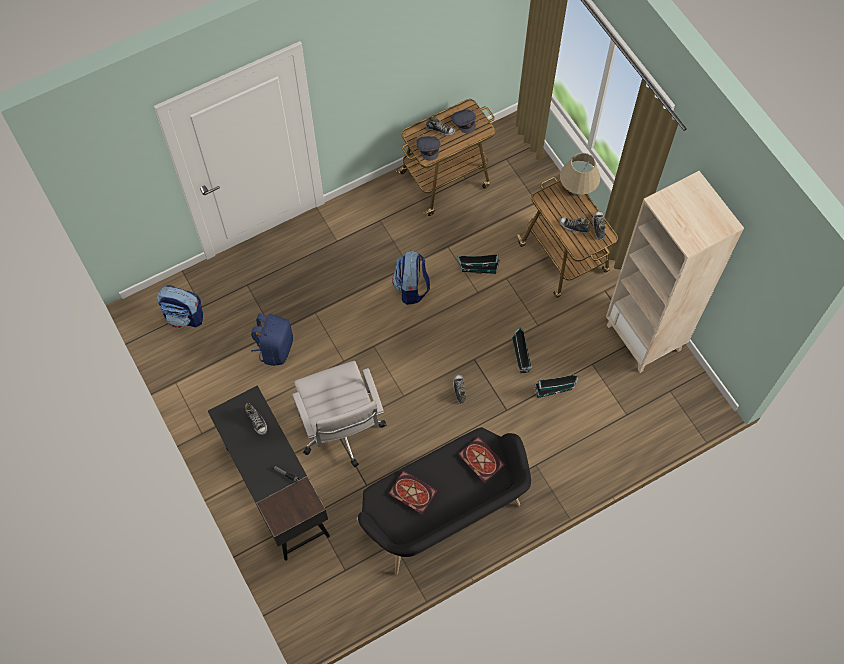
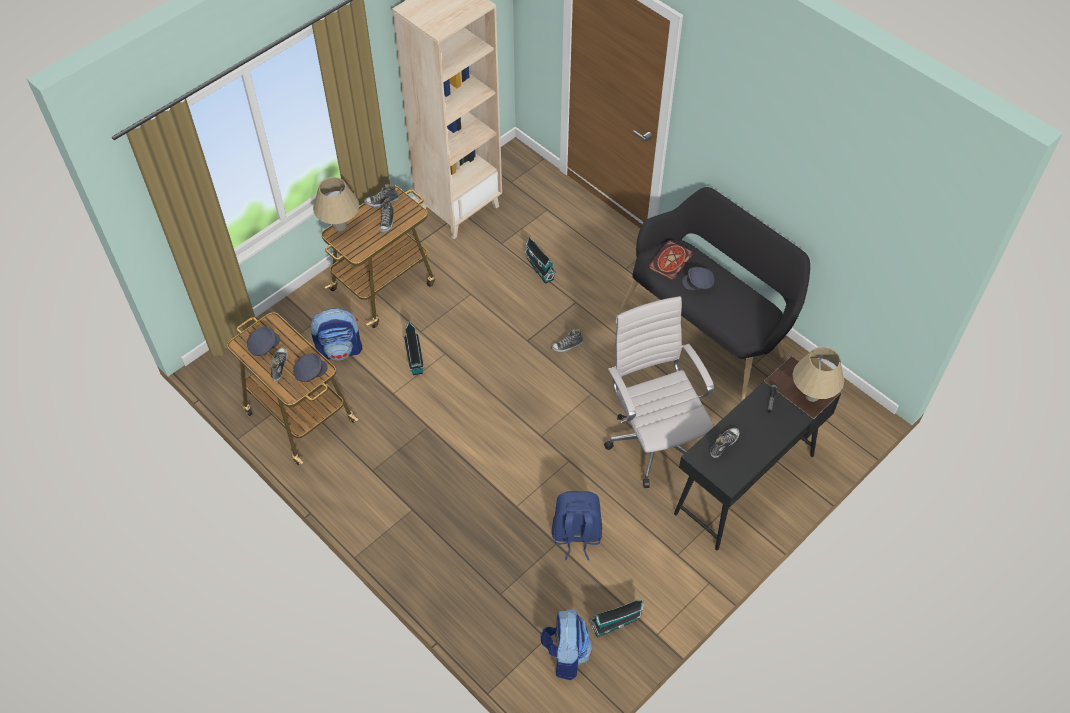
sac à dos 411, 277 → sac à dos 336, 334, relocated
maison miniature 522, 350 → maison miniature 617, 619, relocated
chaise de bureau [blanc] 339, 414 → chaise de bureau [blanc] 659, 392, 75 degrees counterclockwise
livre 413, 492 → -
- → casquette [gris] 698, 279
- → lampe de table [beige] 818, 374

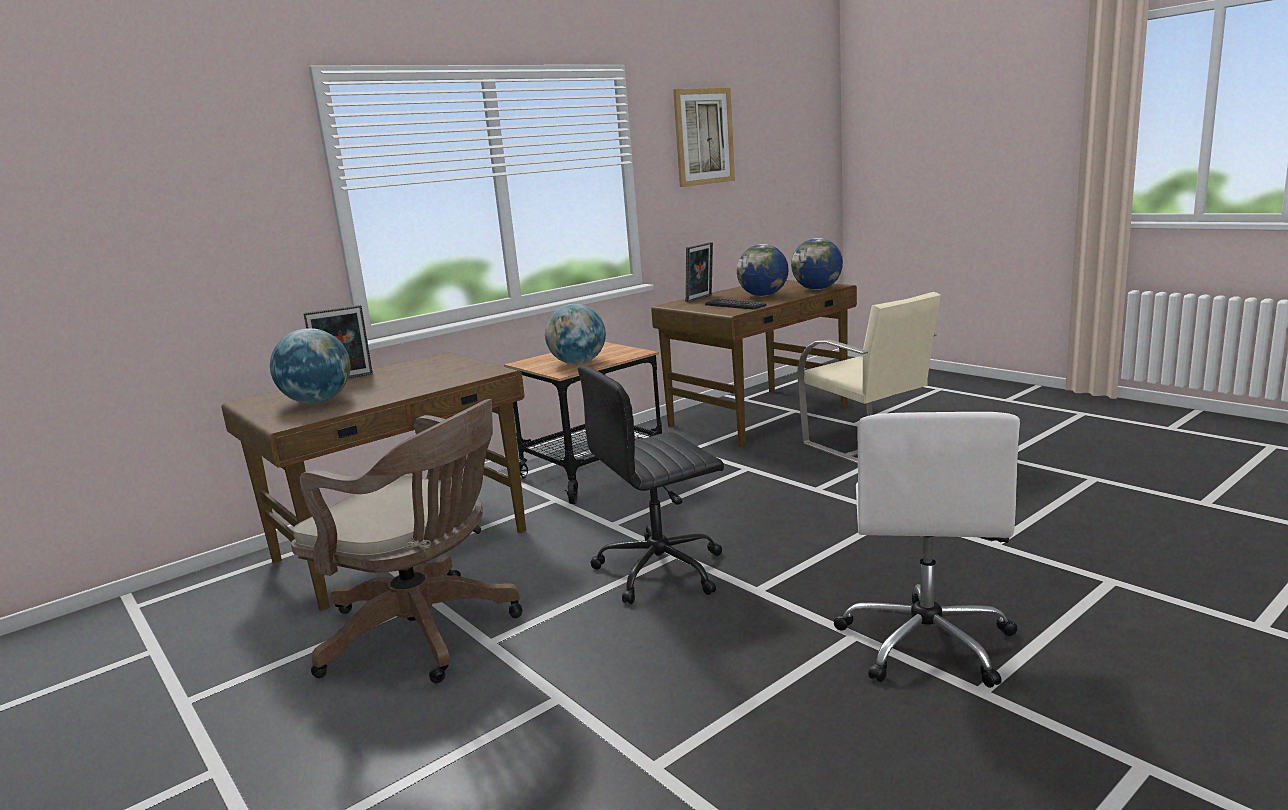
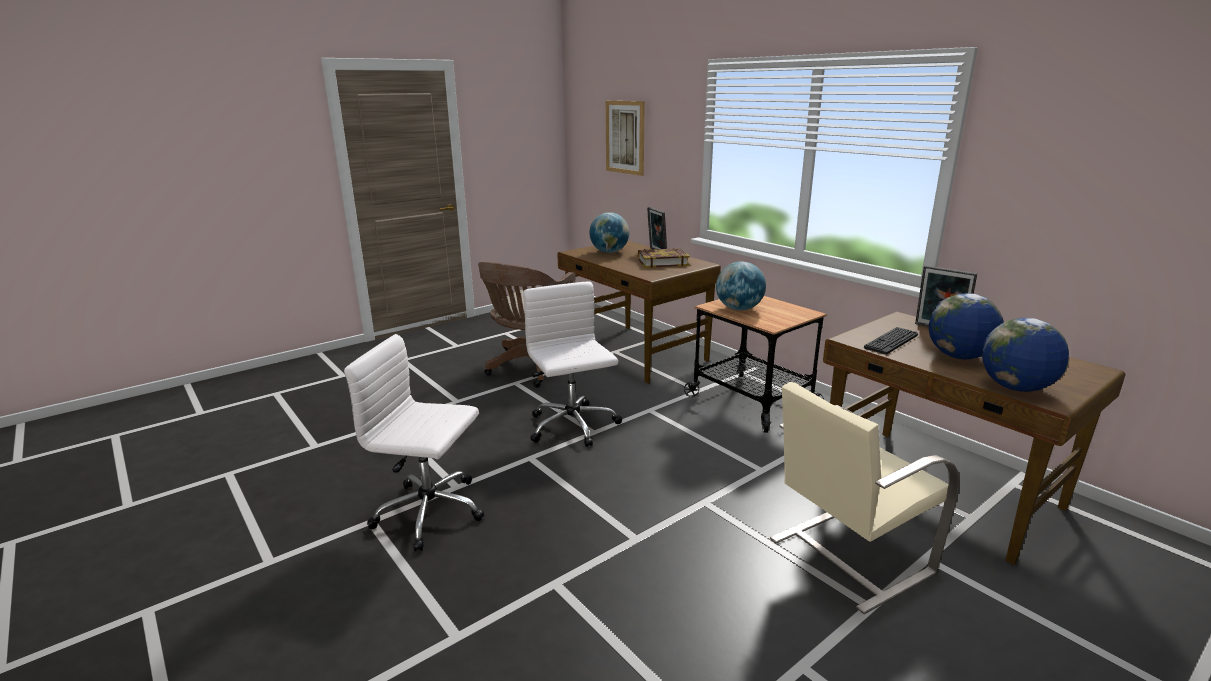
tableau 704, 137 → tableau 625, 138, relocated
chaise de bureau [noir] 651, 485 → chaise de bureau [blanc] 572, 364
- → livre 664, 258

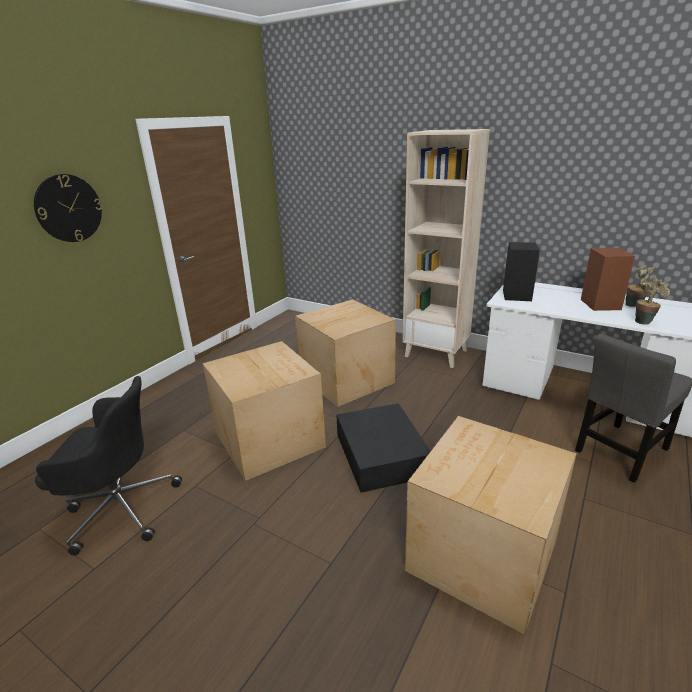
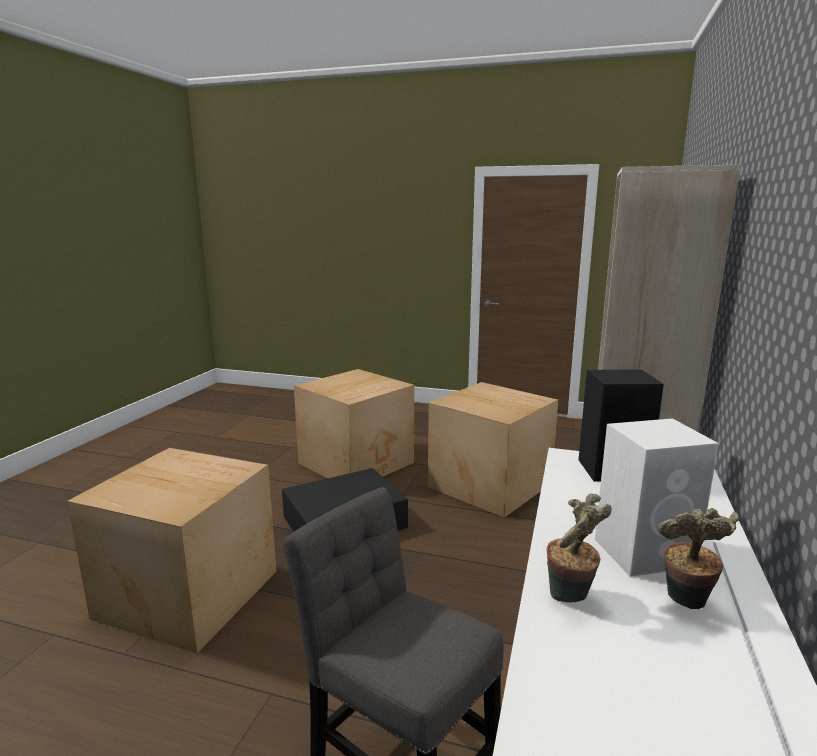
horloge murale 68, 208 → -
enceinte [marron] 608, 279 → enceinte [blanc] 657, 497
chaise de bureau [noir] 108, 466 → -

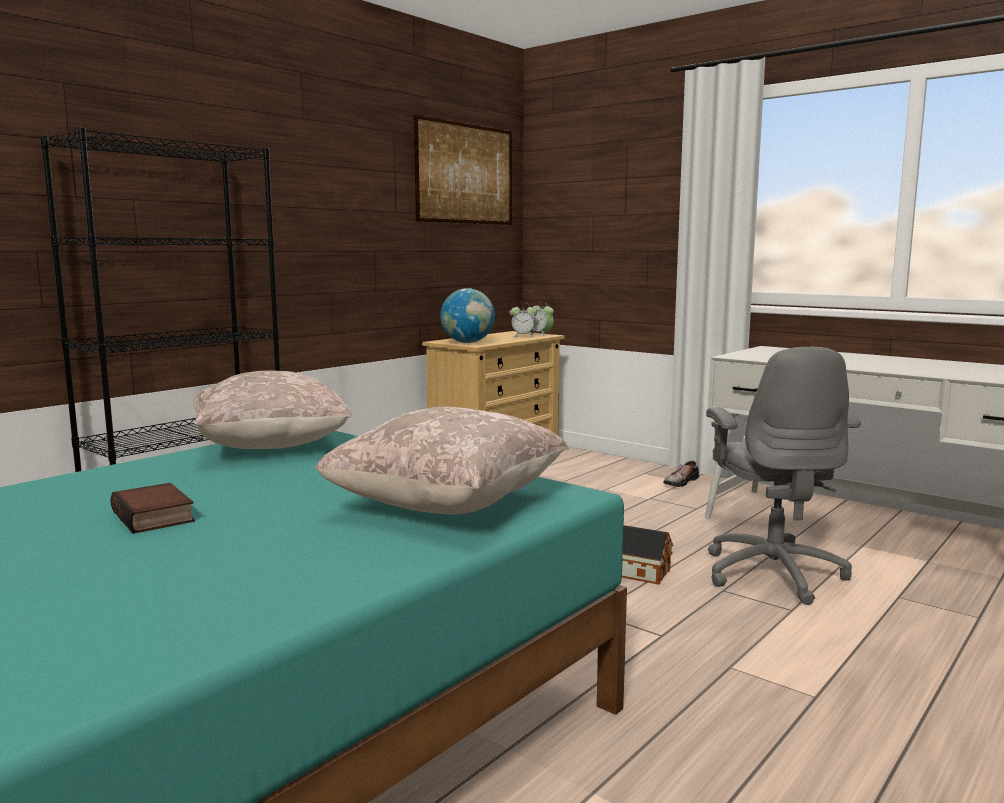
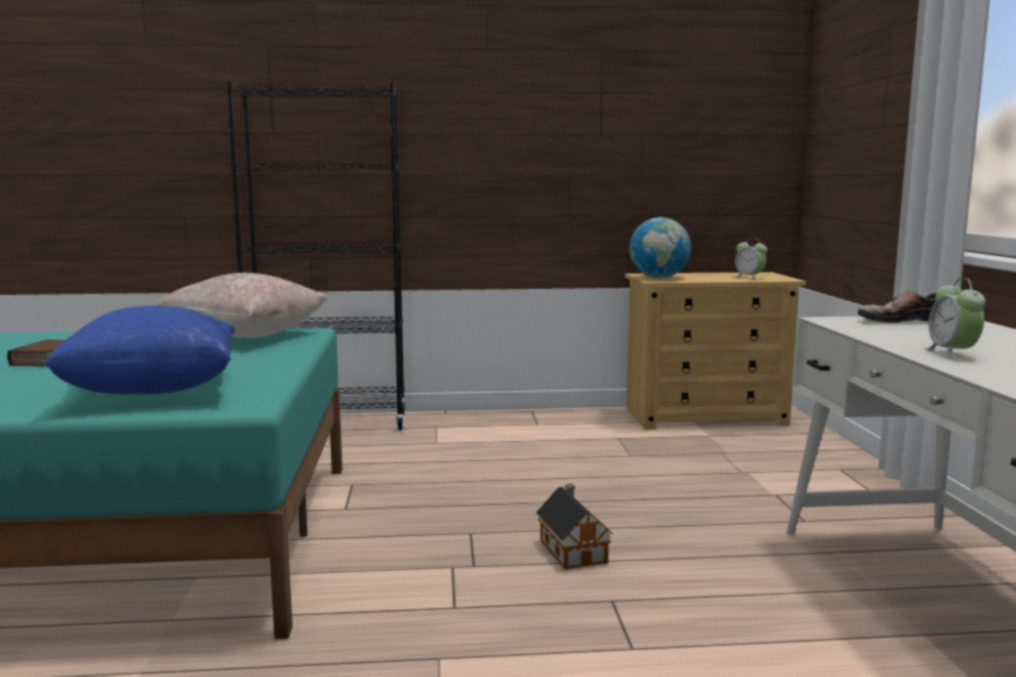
tableau 463, 170 → -
réveil 542, 319 → réveil 955, 318, relocated
chaise de bureau [gris] 783, 476 → -
coussin [beige] 442, 460 → coussin [bleu] 139, 350
chaussure 681, 474 → chaussure 897, 307, relocated

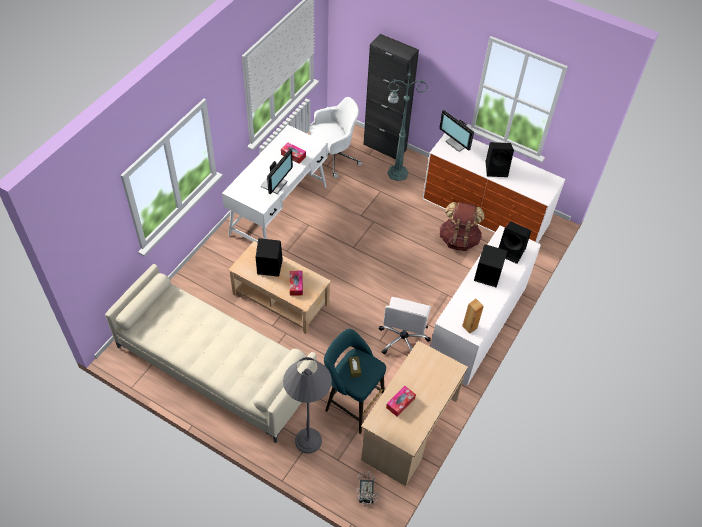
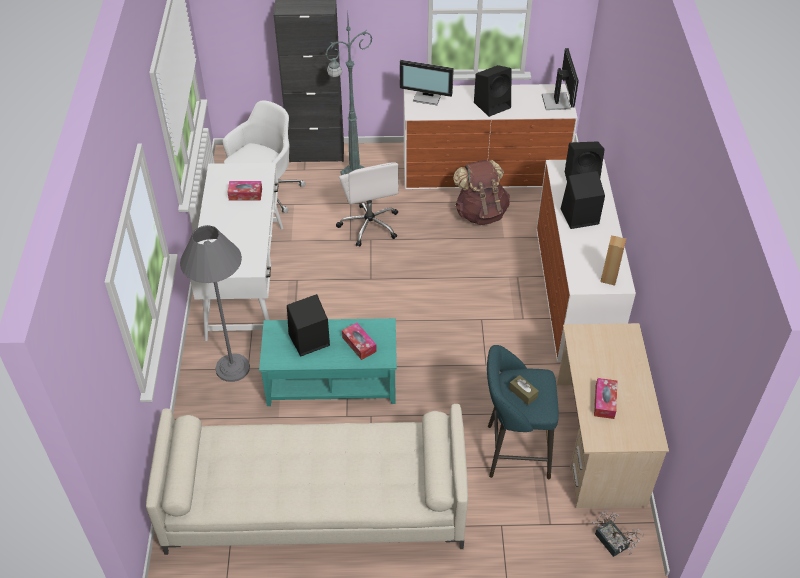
écran d'ordinateur 277, 171 → écran d'ordinateur 560, 79, relocated
table basse [beige] 279, 287 → table basse [turquoise] 328, 362
chaise de bureau [blanc] 405, 325 → chaise de bureau [blanc] 367, 205, relocated
lampadaire [gris] 307, 405 → lampadaire [gris] 215, 303, relocated

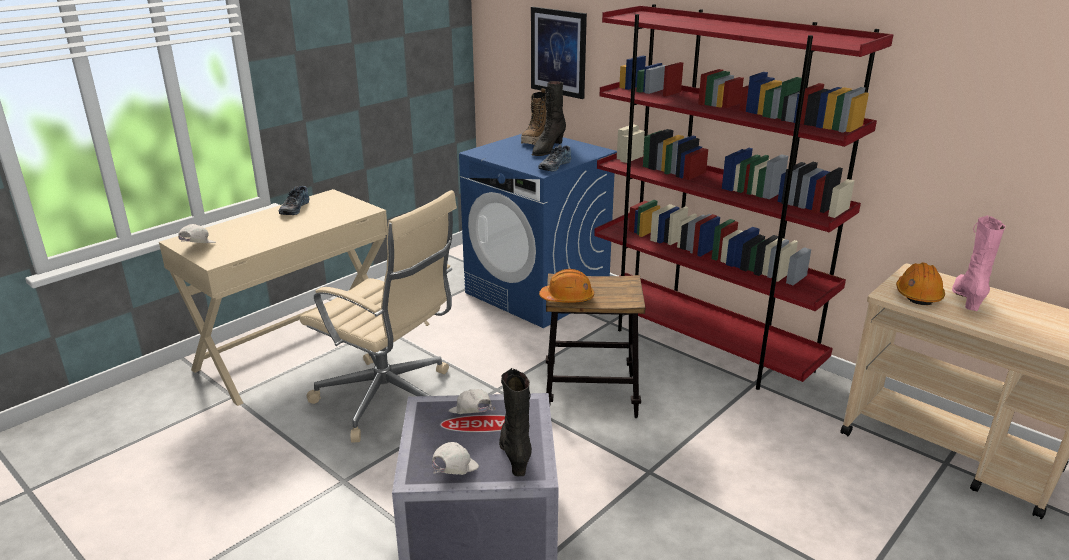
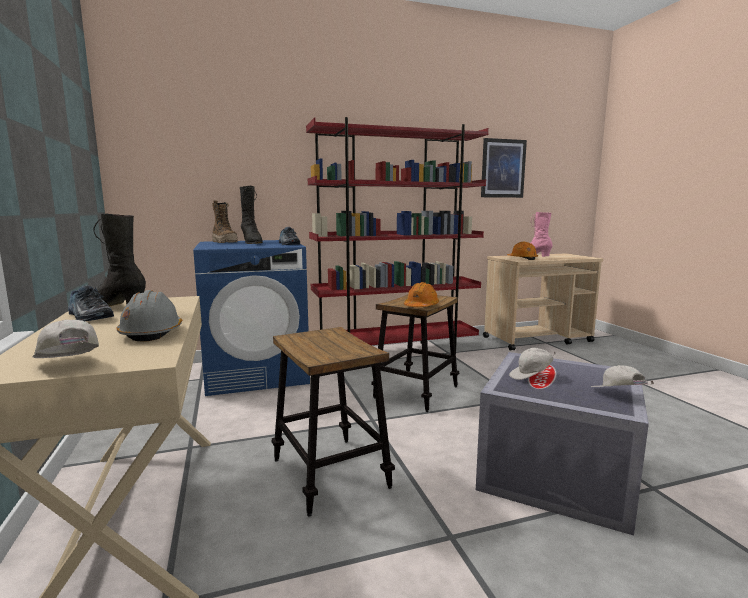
tableau 559, 53 → tableau 504, 168, relocated
chaise de bureau [beige] 378, 316 → tabouret 333, 421
botte [noir] 515, 422 → botte [noir] 120, 259, relocated
- → casque de chantier [gris] 149, 315

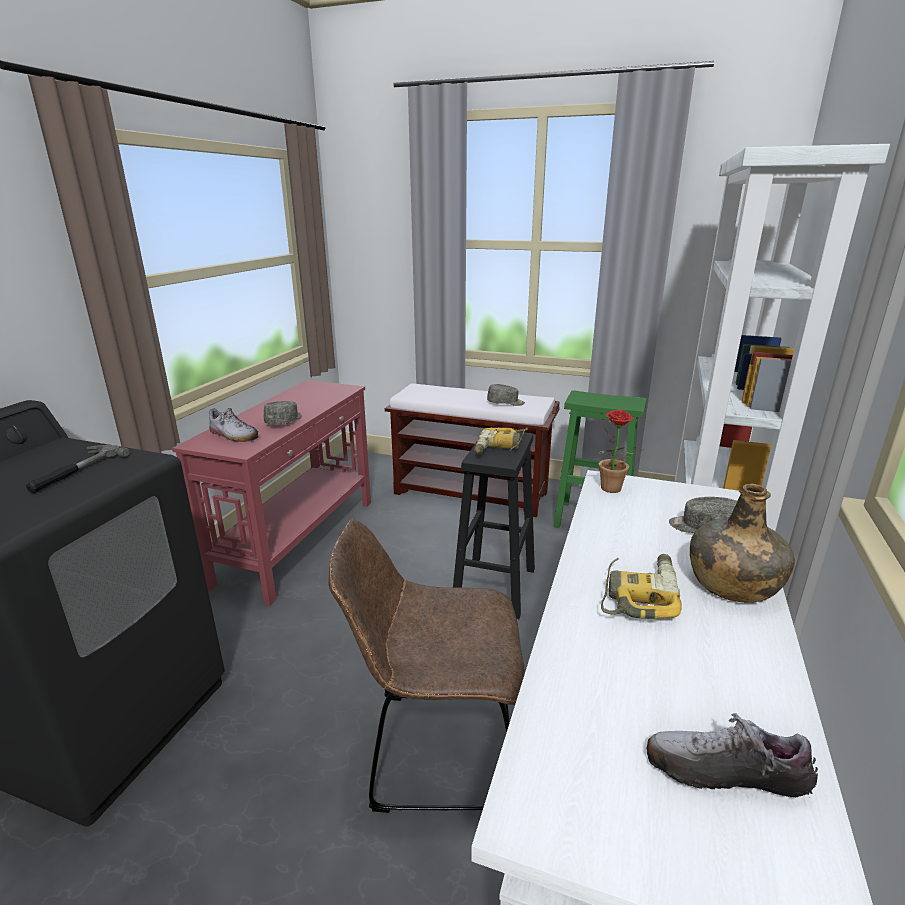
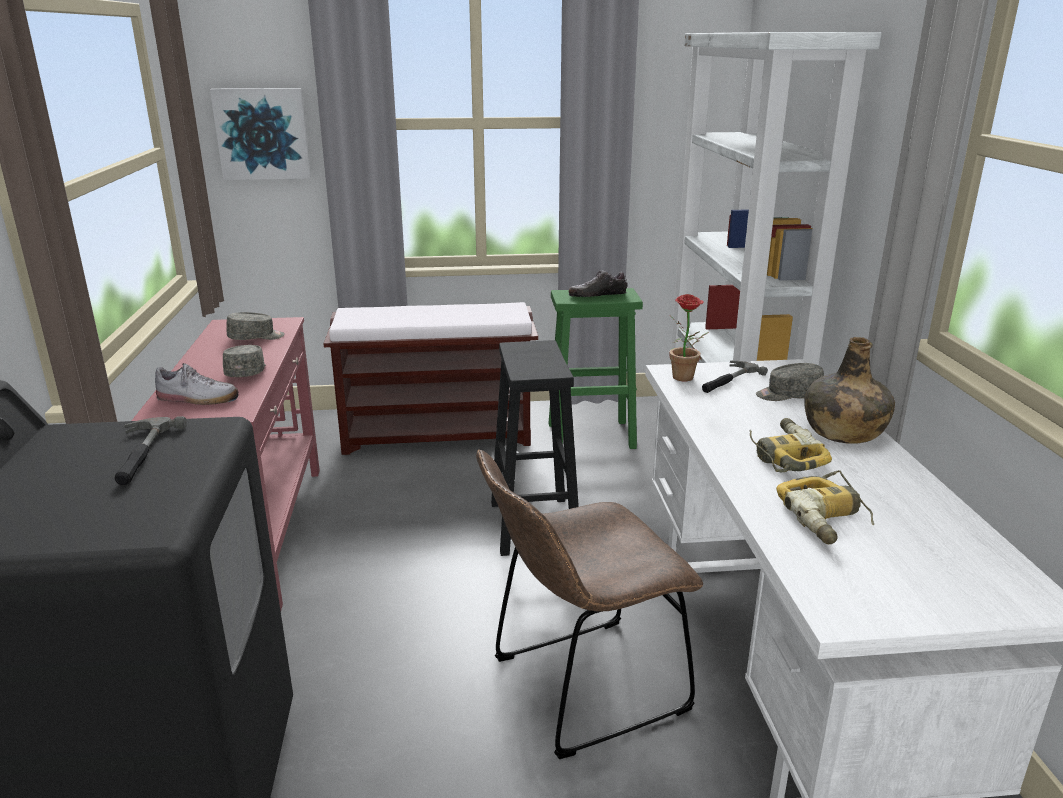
casquette [gris] 506, 395 → casquette [gris] 256, 326, relocated
perceuse 501, 441 → perceuse 825, 507, relocated
chaussure 732, 755 → chaussure 598, 283, relocated
- → tableau 260, 134
- → marteau 735, 377

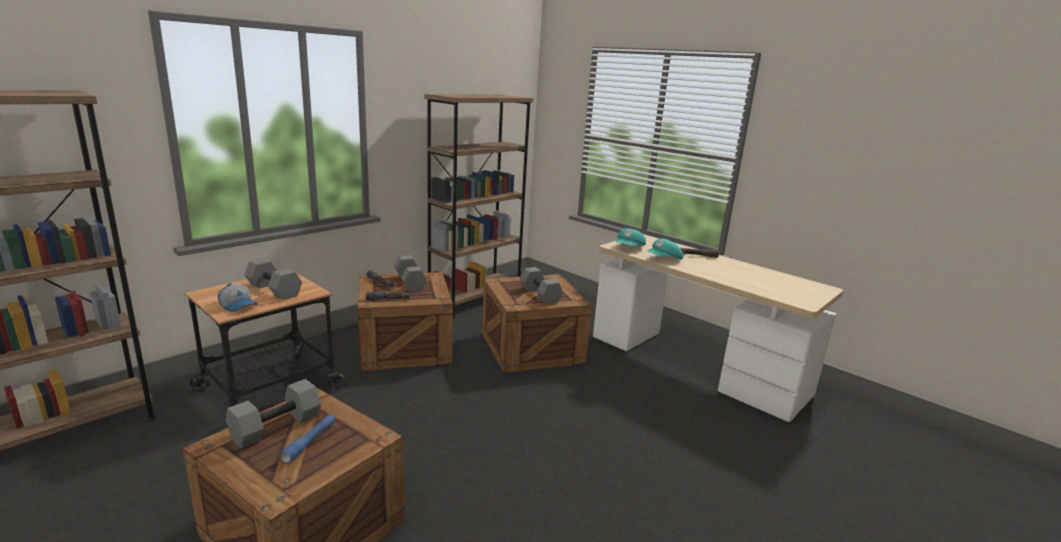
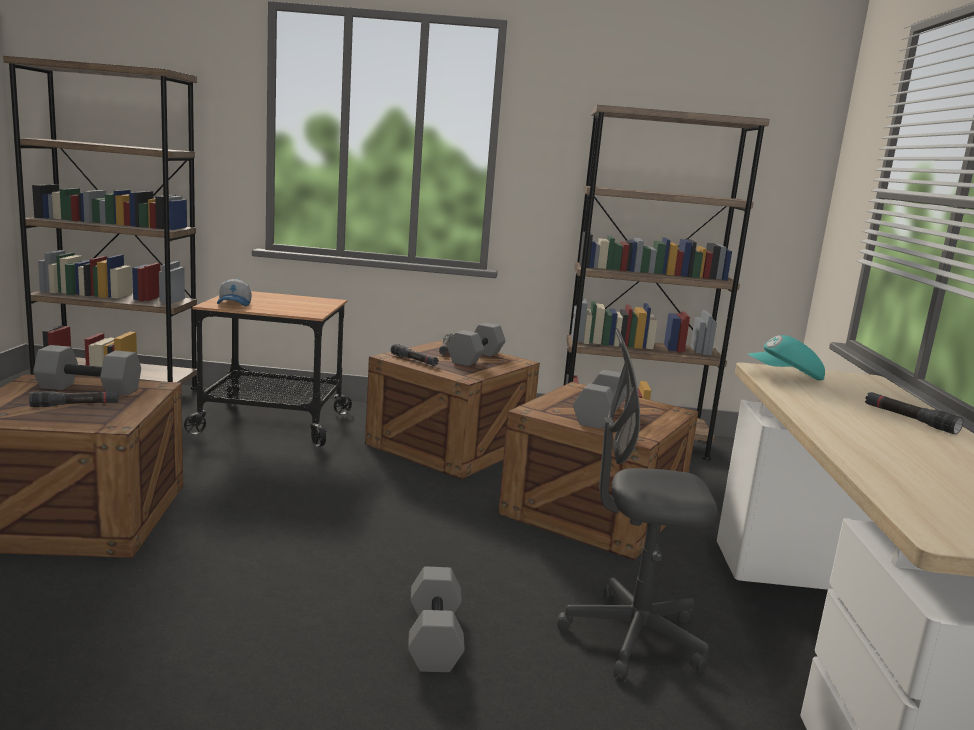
casquette [turquoise] 665, 248 → -
haltère [gris] 273, 279 → haltère [gris] 436, 619, relocated
lampe de poche [bleu] 308, 438 → lampe de poche [noir] 74, 399
- → chaise de bureau [gris] 637, 504

